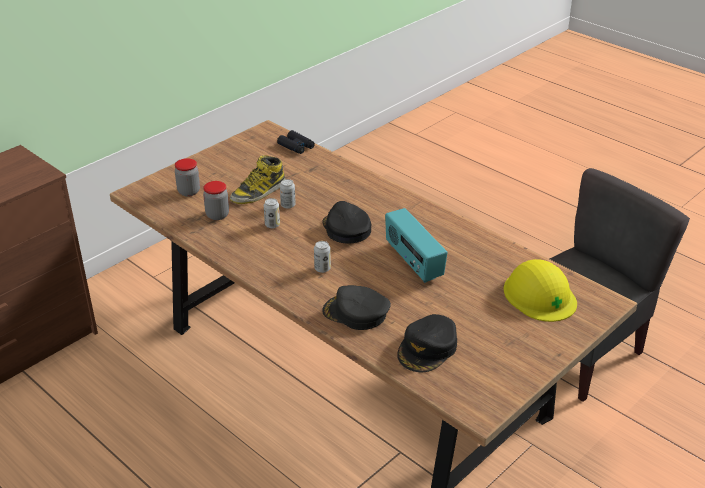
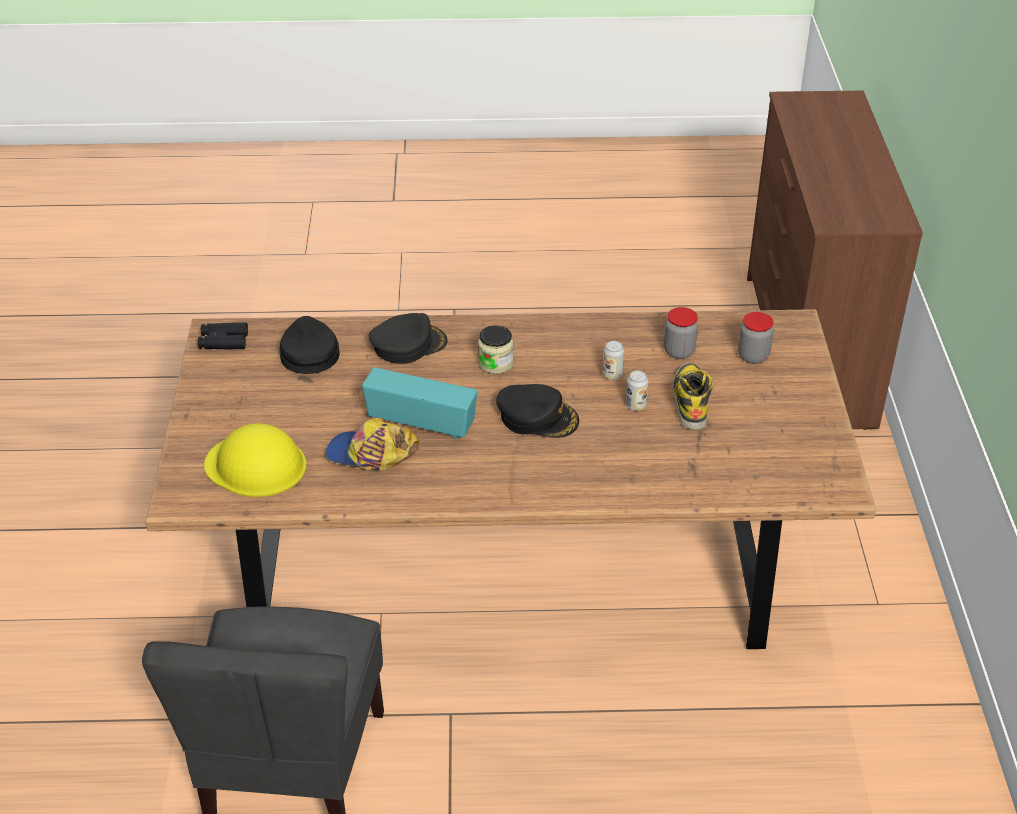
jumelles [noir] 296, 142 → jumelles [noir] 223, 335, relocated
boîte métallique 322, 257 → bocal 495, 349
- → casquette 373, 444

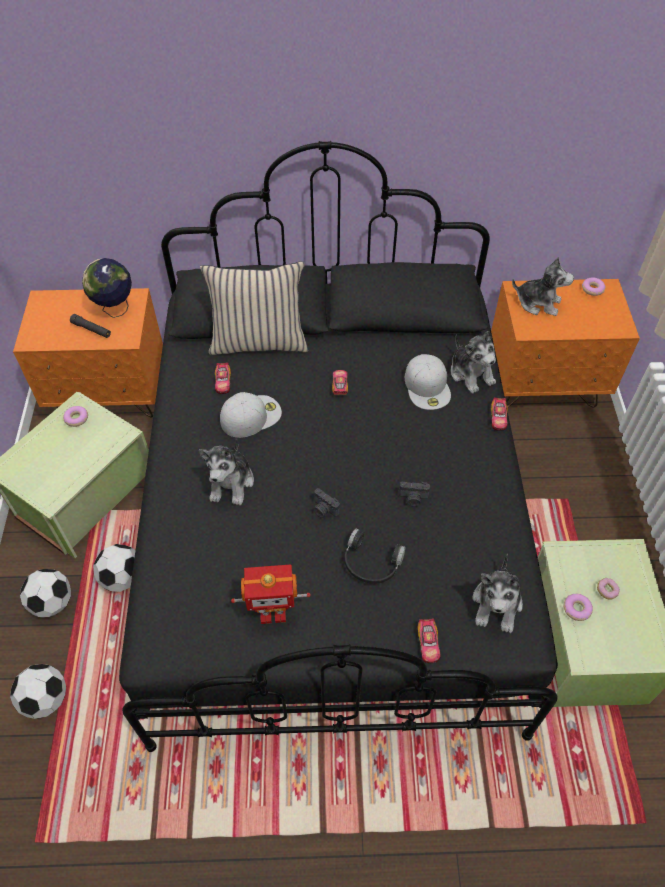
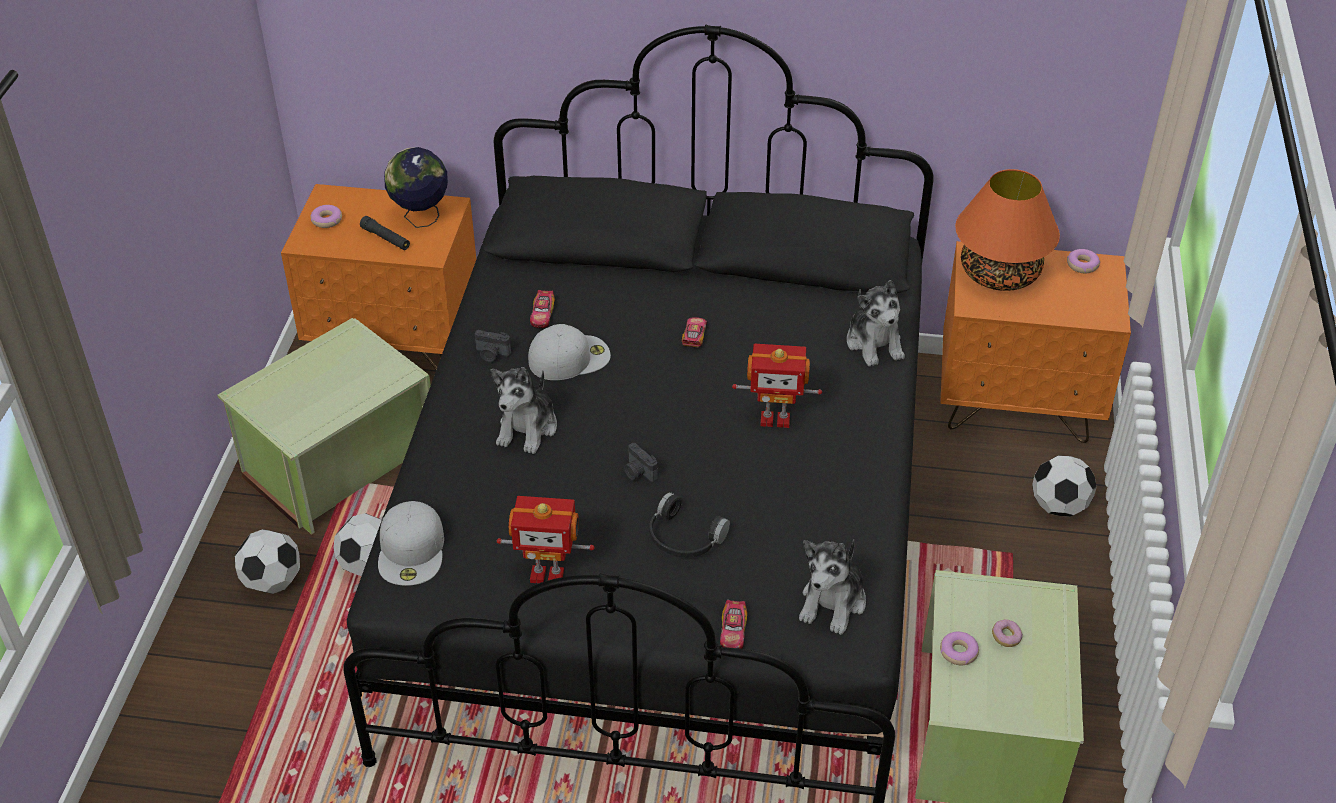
peluche 543, 286 → lampe de table [orange] 1007, 230
coussin [beige] 254, 308 → -
casquette [blanc] 428, 382 → casquette [blanc] 411, 543, relocated
petite voiture 499, 414 → -
beignet 75, 416 → beignet 326, 216, relocated
appareil photo 414, 494 → appareil photo 493, 346, relocated
ballon de foot 38, 691 → ballon de foot 1064, 486, relocated
- → robot jouet 777, 386

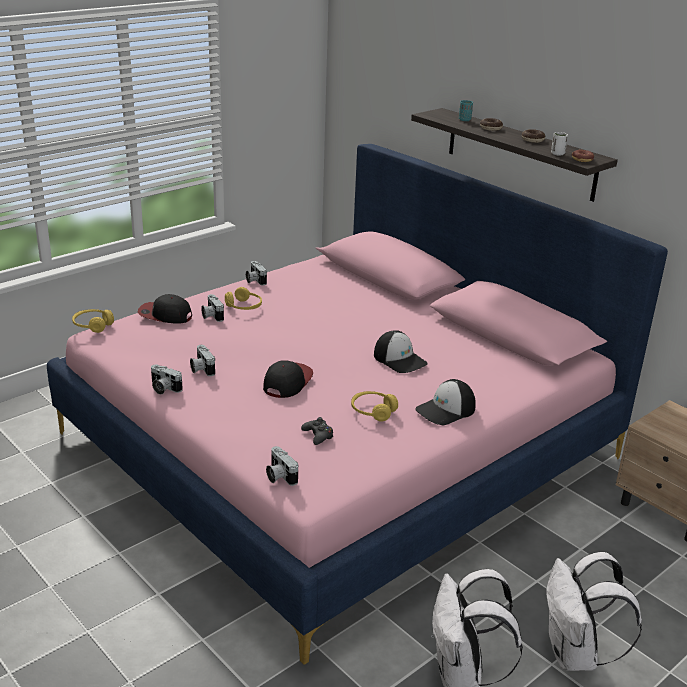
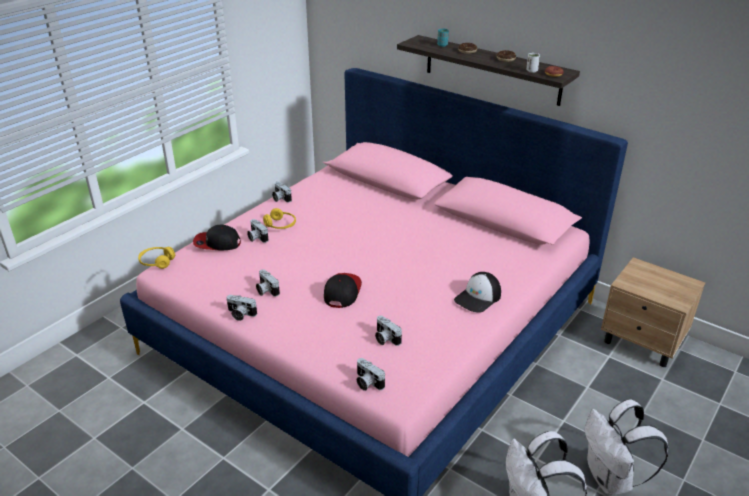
casquette 401, 351 → -
casque audio [jaune] 374, 406 → -
manette [noir] 317, 431 → appareil photo 388, 331

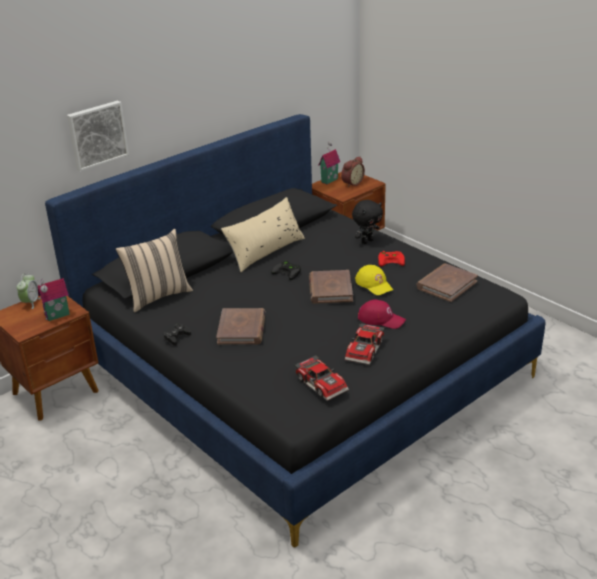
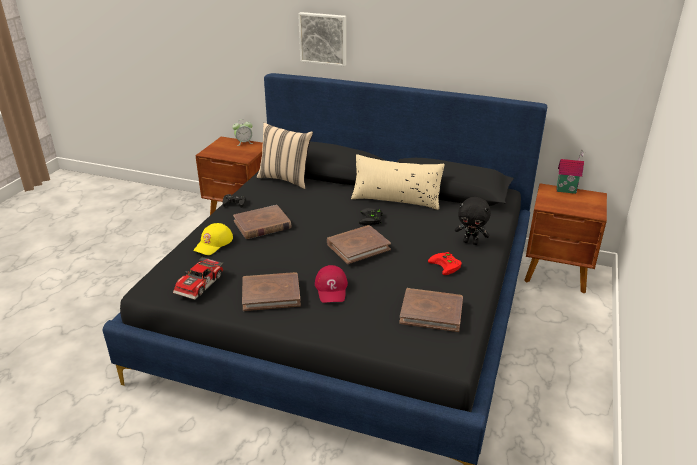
réveil 353, 171 → -
casquette [jaune] 374, 280 → casquette [jaune] 213, 239, relocated
maison miniature 53, 299 → -
petite voiture 365, 344 → livre [marron] 271, 291

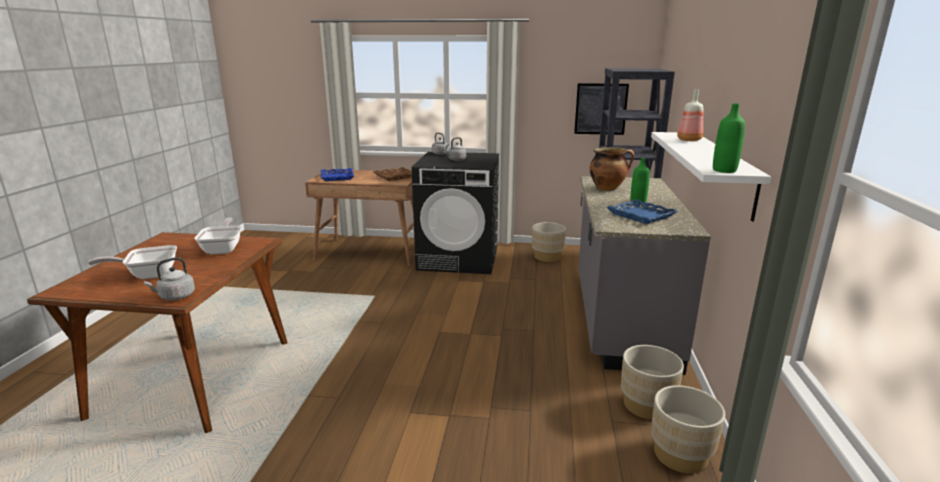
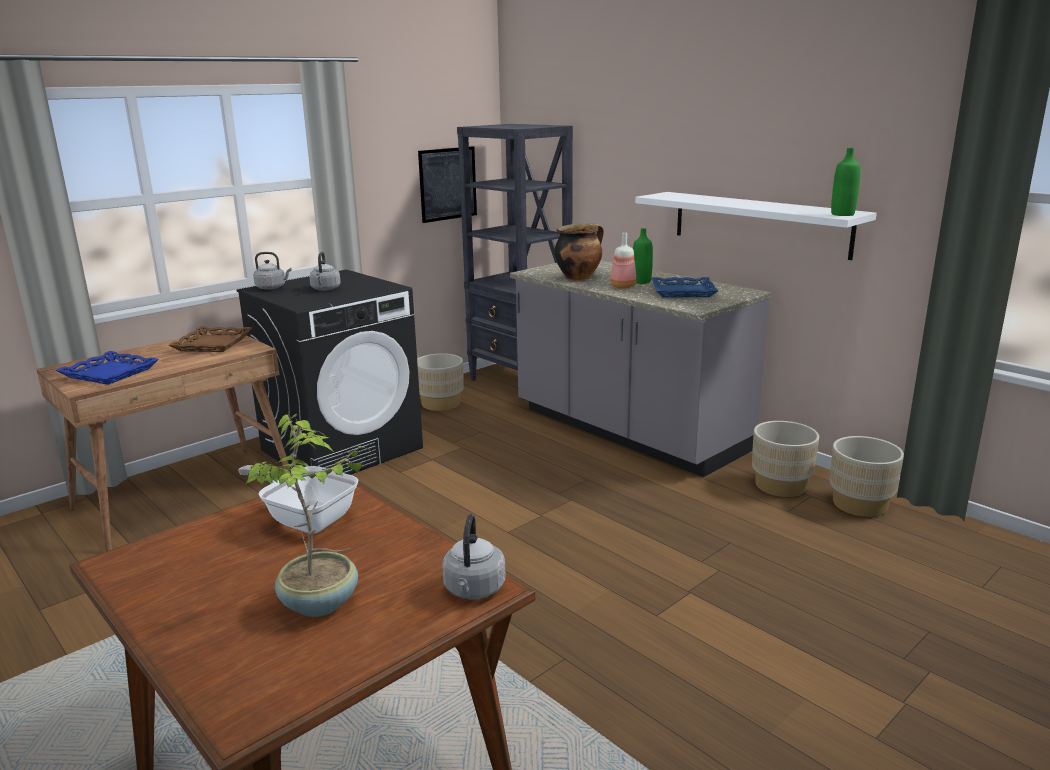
bouteille 690, 115 → bouteille 623, 261, relocated
poêle 132, 262 → plante en pot 308, 515

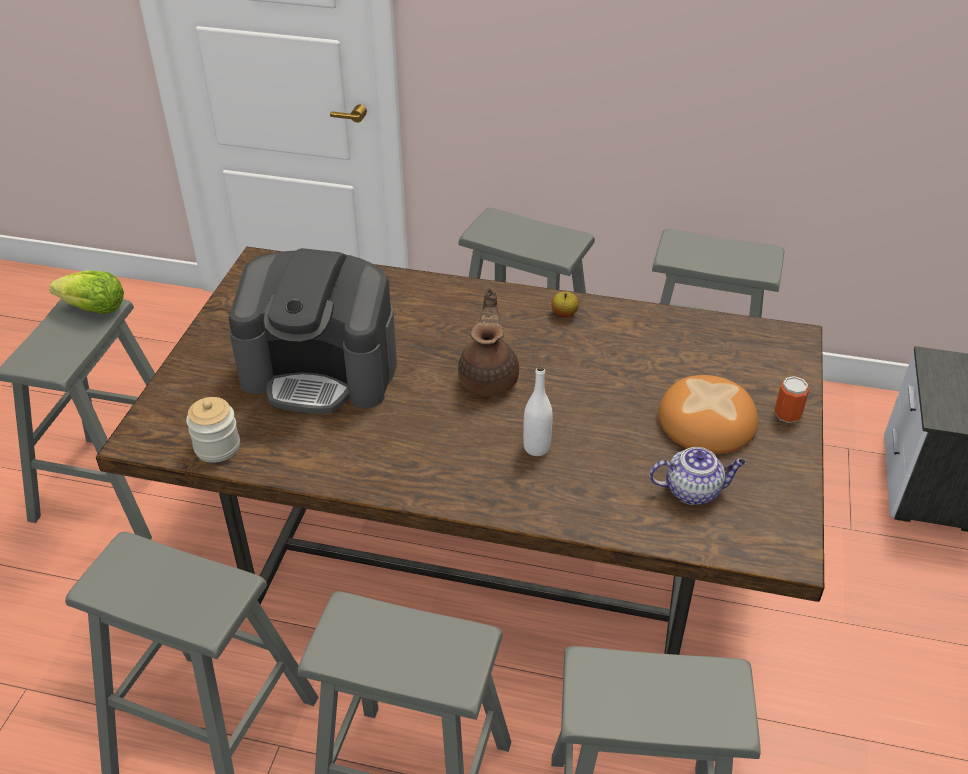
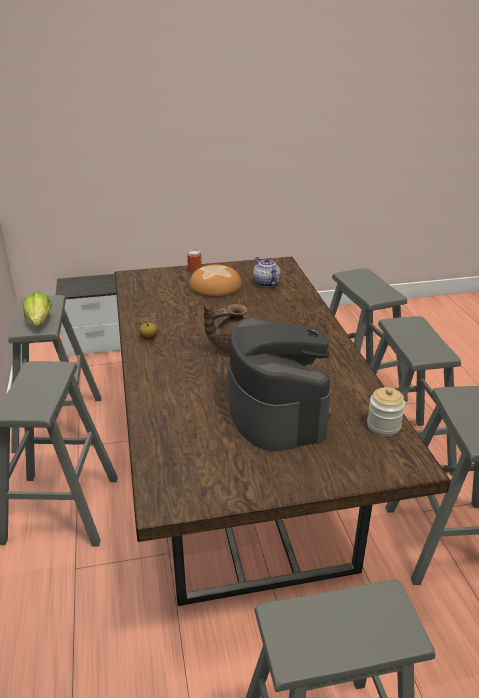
laitue 86, 292 → laitue 37, 309, relocated
bouteille [blanc] 538, 410 → -

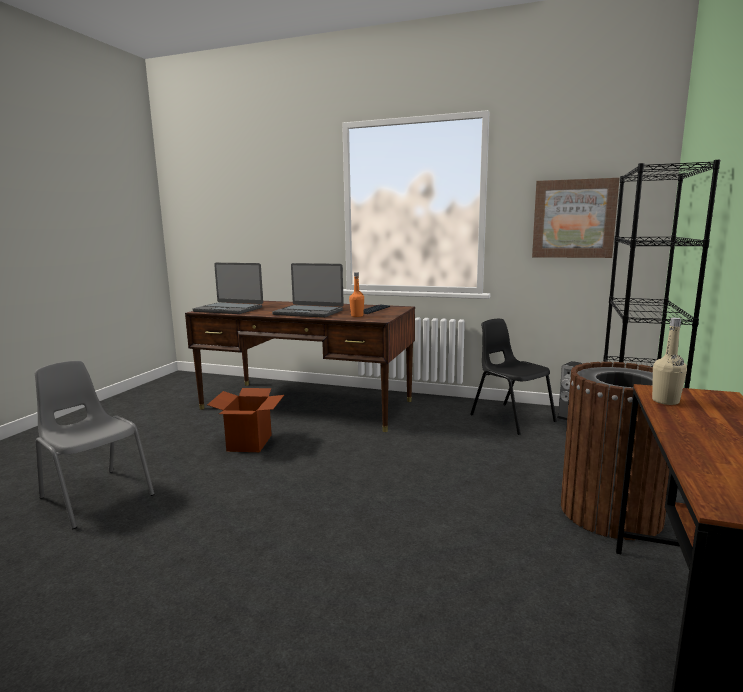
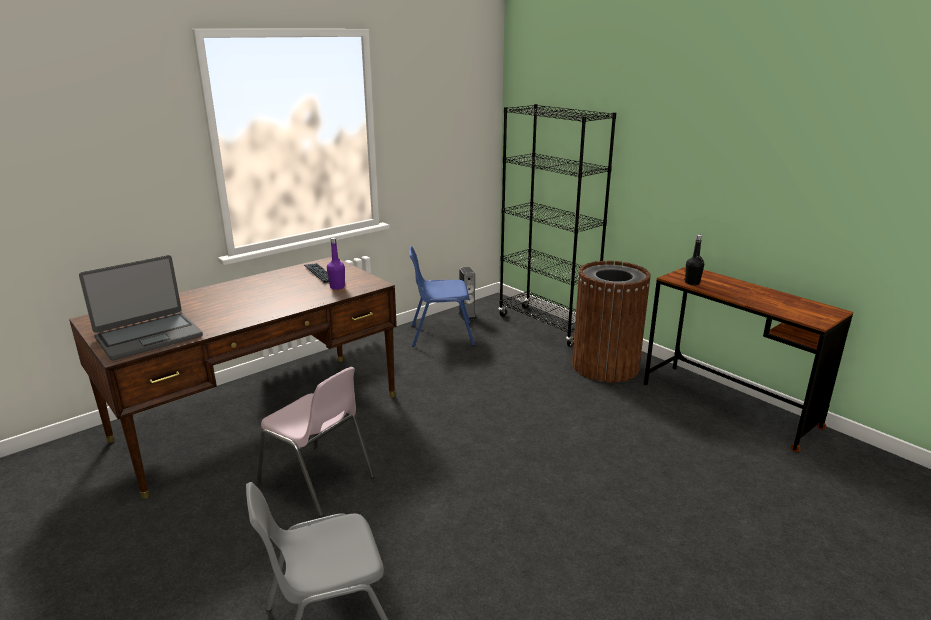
tableau 576, 218 → -
ordinateur portable 308, 290 → -
bouteille [orange] 356, 294 → bouteille [violet] 336, 263
bouteille [beige] 669, 361 → bouteille [noir] 694, 260
chaise [noir] 513, 377 → chaise [bleu] 442, 296
carton 245, 420 → chaise [rose] 315, 442

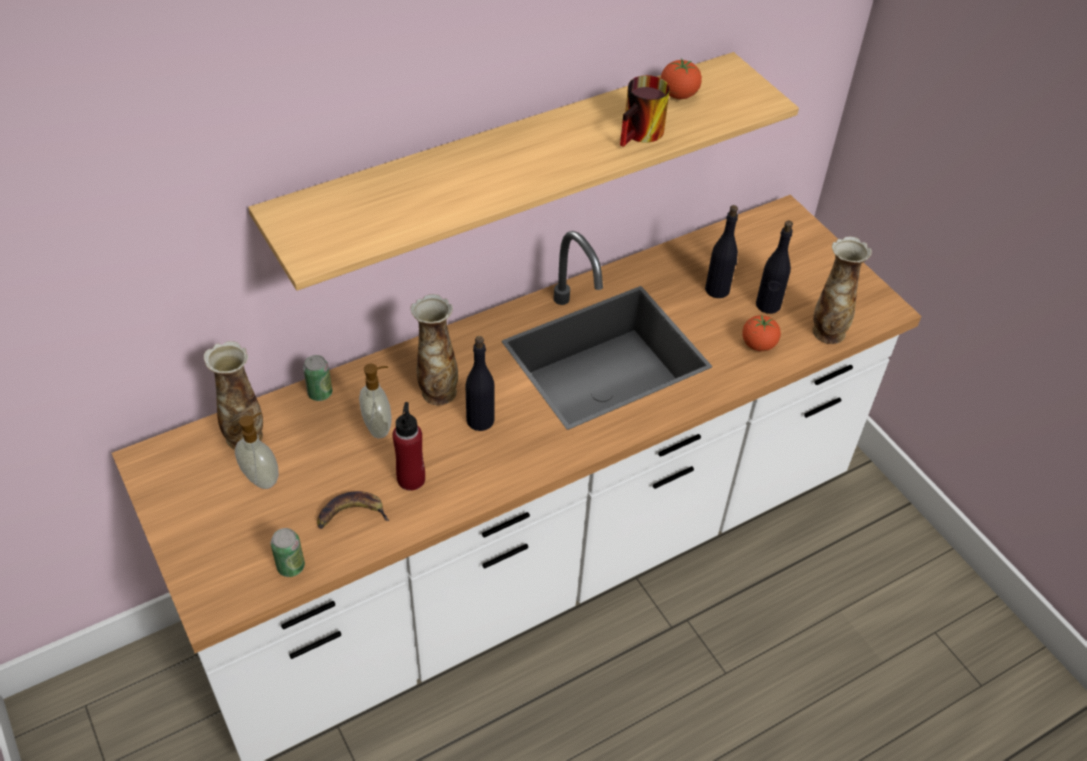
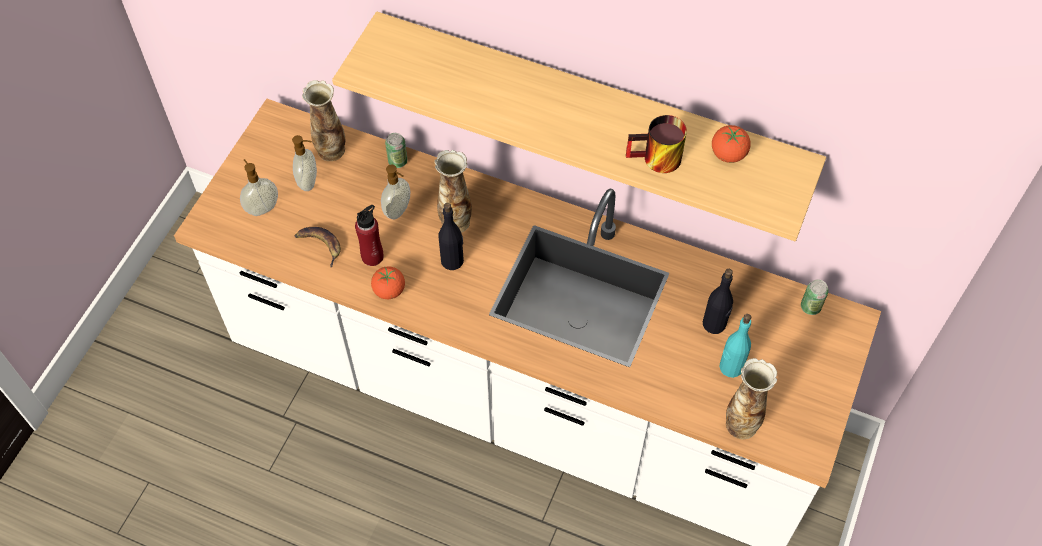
bouteille [noir] 774, 267 → bouteille [turquoise] 735, 346
tomate 761, 333 → tomate 388, 282, relocated
boîte métallique 288, 552 → boîte métallique 815, 297, relocated
- → distributeur de savon 259, 187

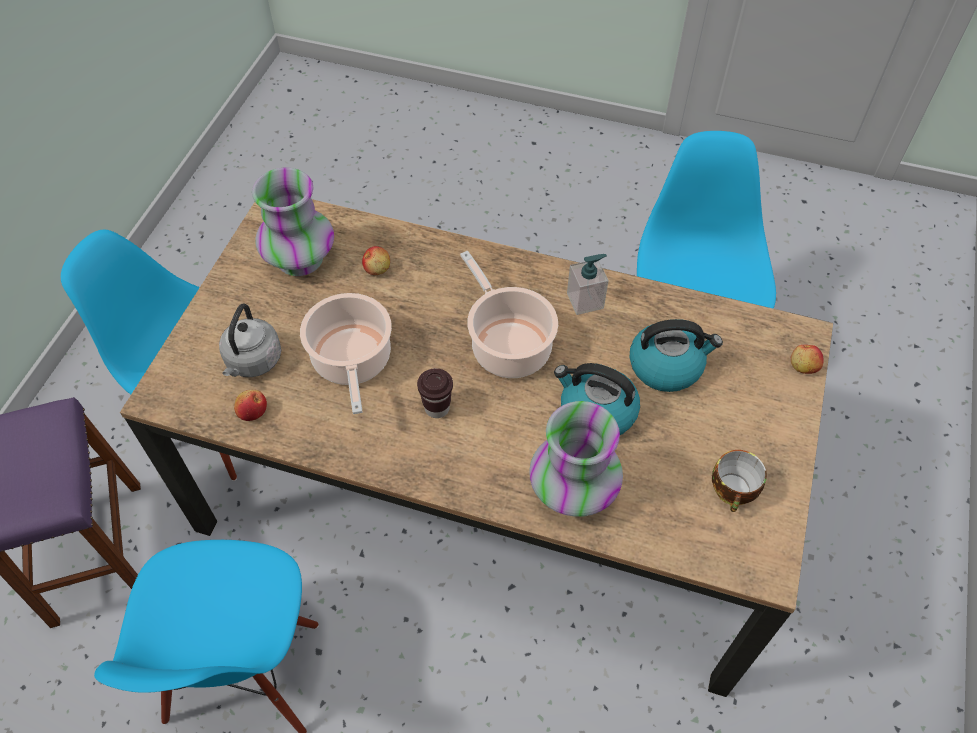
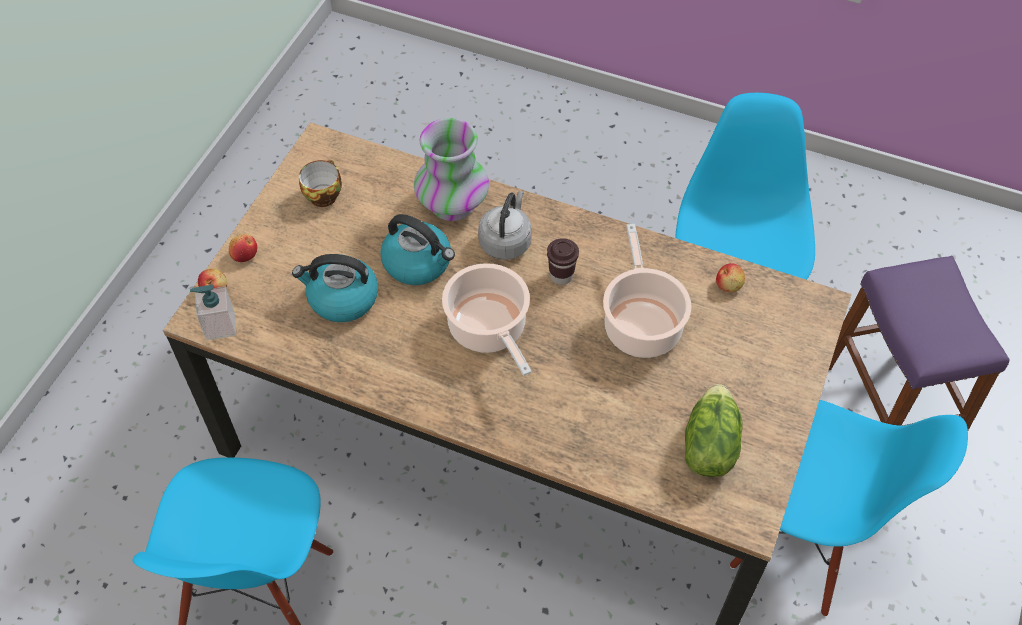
vase 293, 222 → laitue 714, 430
pomme 376, 260 → pomme 243, 248, relocated
distributeur de savon 588, 284 → distributeur de savon 213, 312, relocated
bouilloire [gris] 250, 340 → bouilloire [gris] 505, 225, relocated

